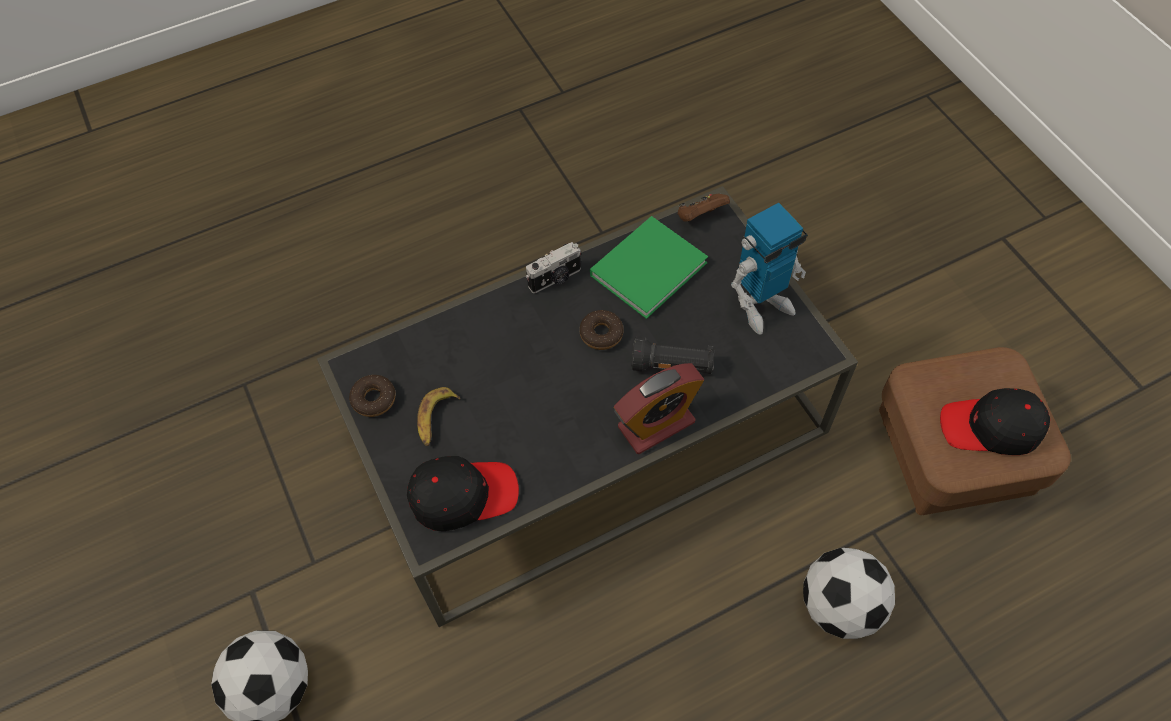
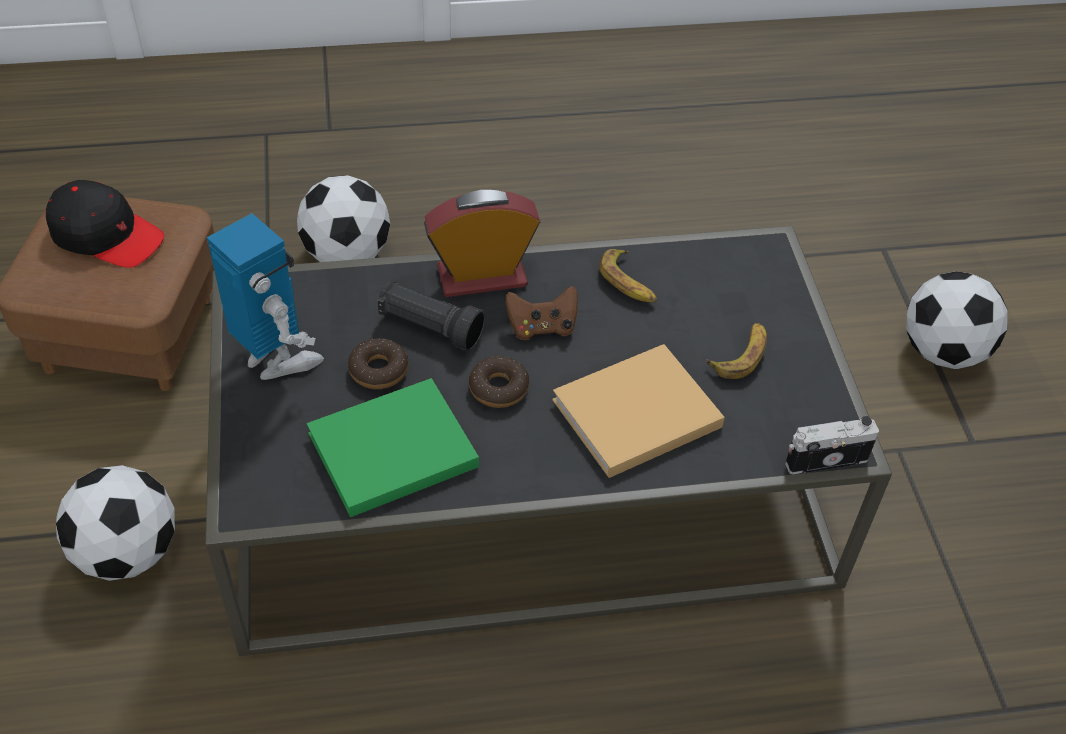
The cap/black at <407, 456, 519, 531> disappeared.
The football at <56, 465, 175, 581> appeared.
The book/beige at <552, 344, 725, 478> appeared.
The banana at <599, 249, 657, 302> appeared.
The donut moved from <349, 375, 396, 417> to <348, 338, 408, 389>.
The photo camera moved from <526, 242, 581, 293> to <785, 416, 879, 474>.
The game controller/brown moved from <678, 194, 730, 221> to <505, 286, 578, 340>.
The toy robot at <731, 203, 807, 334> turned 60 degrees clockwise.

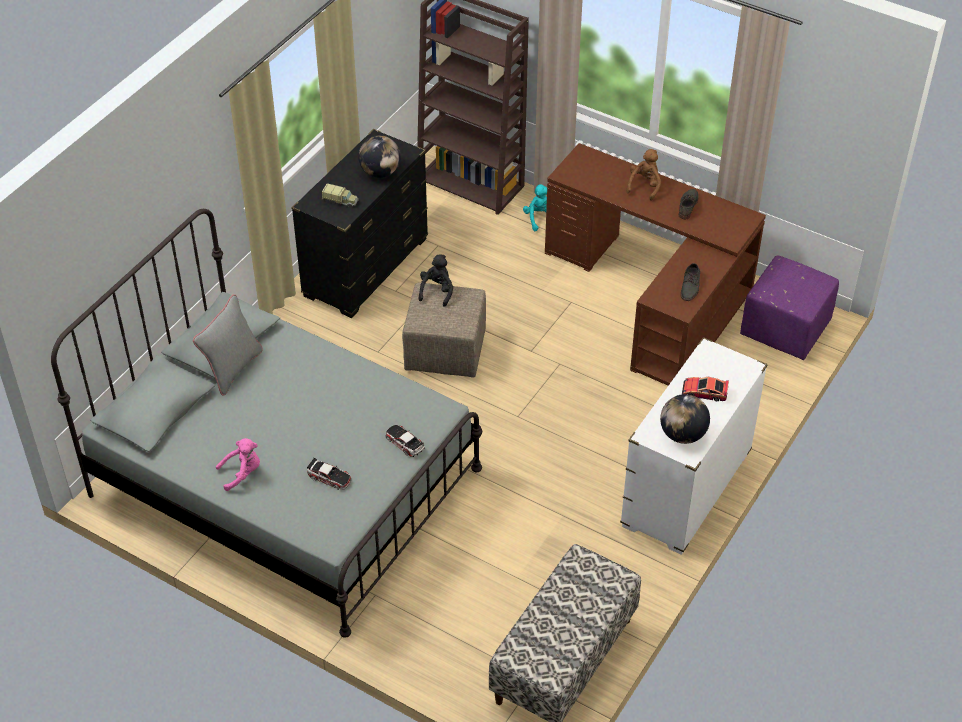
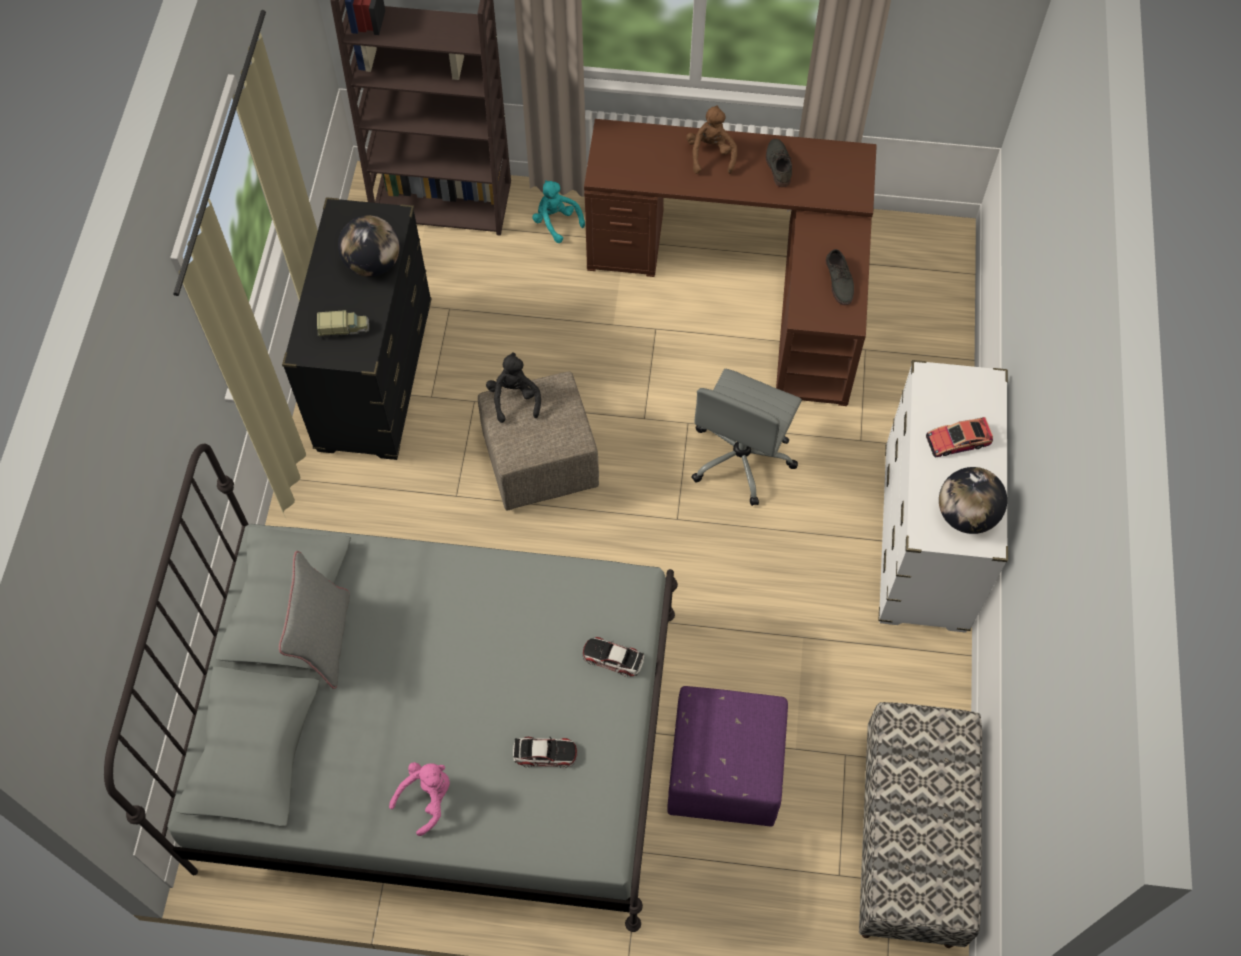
The office chair/grey at <691, 369, 802, 506> appeared.
The ottoman/purple moved from <740, 255, 839, 360> to <667, 686, 788, 827>.

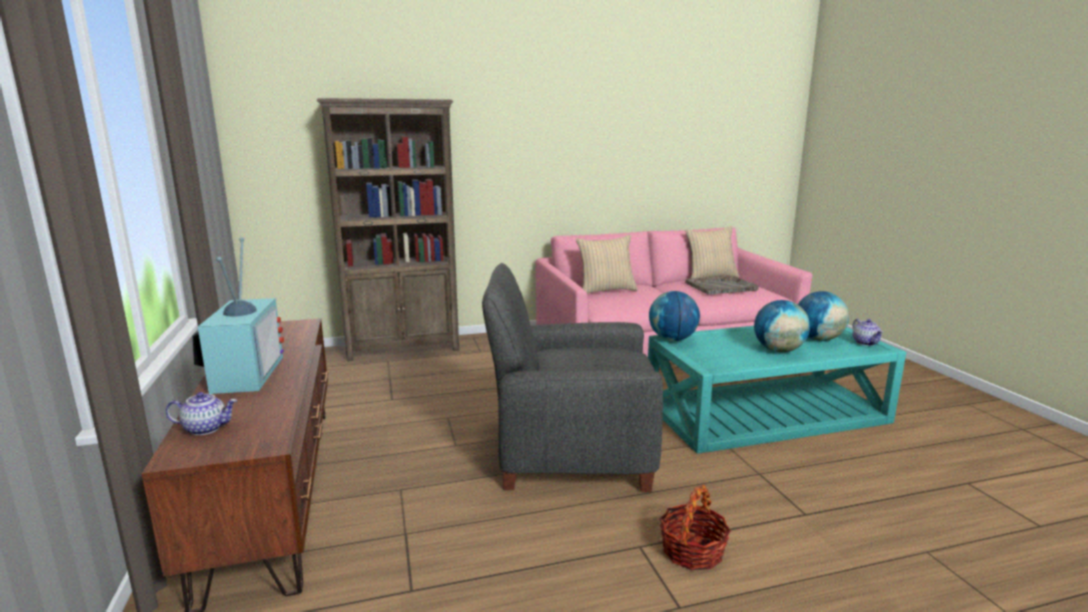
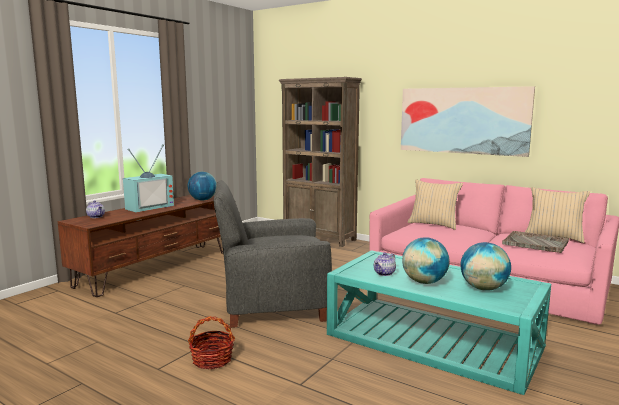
The picture at <401, 86, 535, 157> appeared.
The globe moved from <649, 291, 700, 341> to <188, 172, 217, 201>.
The teapot moved from <853, 319, 883, 346> to <374, 253, 396, 276>.
The armchair/grey at <482, 263, 663, 492> turned 60 degrees counterclockwise.

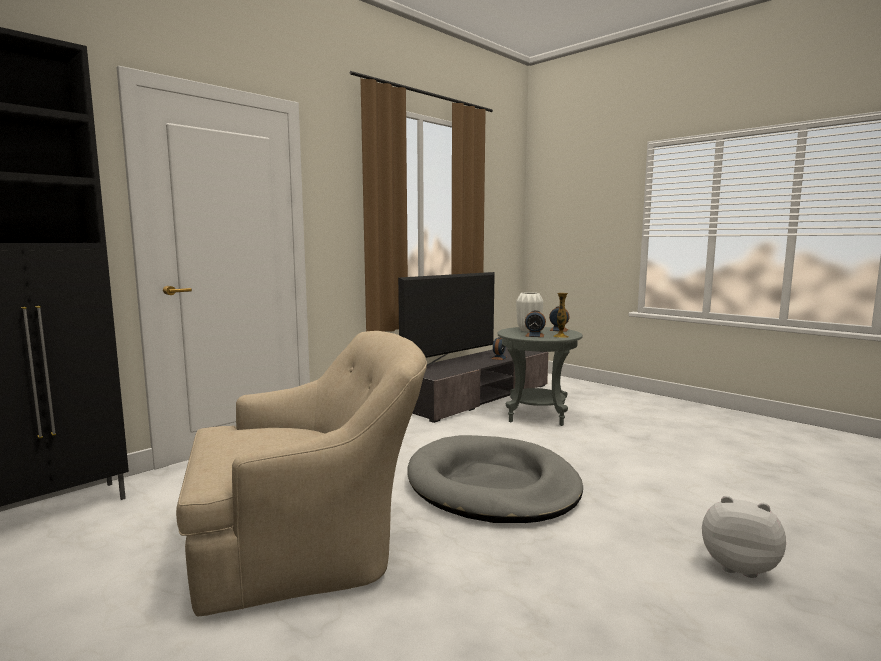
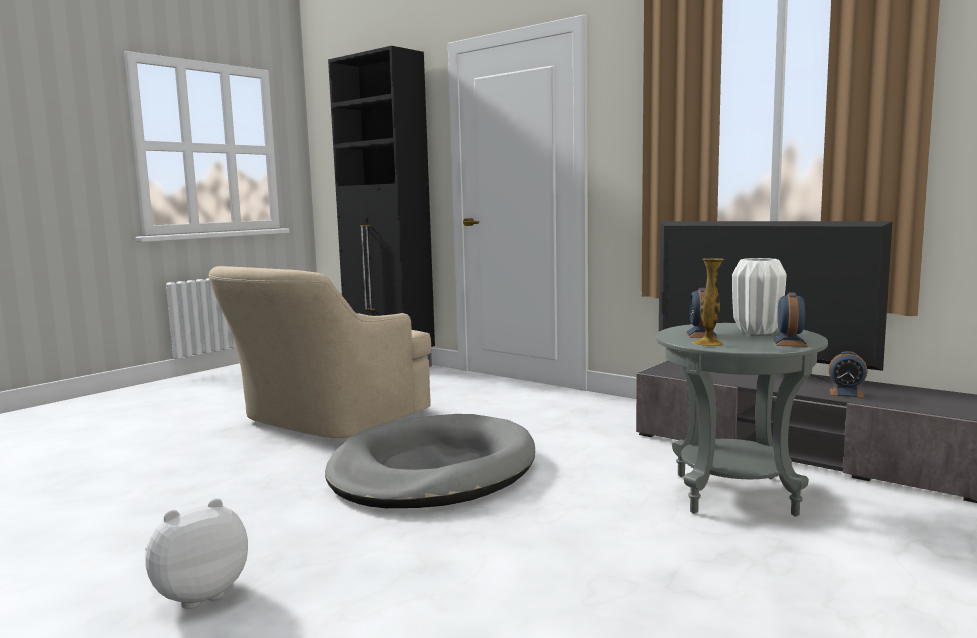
The armchair/beige at <176, 331, 427, 616> turned 60 degrees clockwise.
The plush toy at <702, 496, 786, 578> turned 150 degrees counterclockwise.

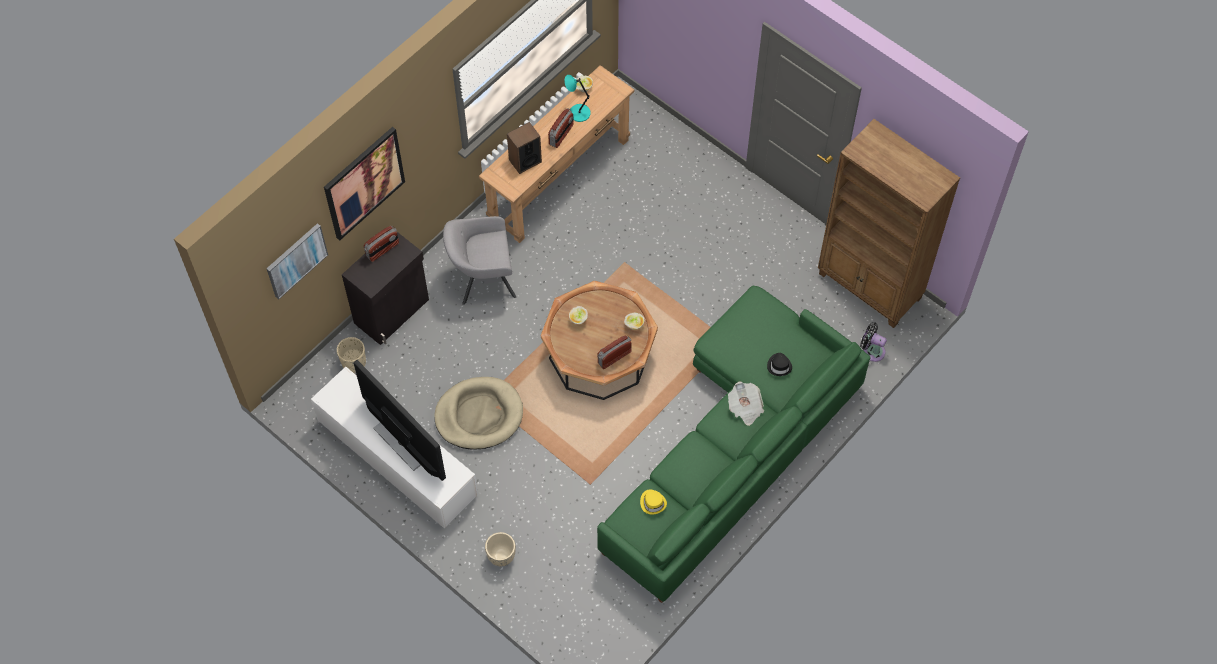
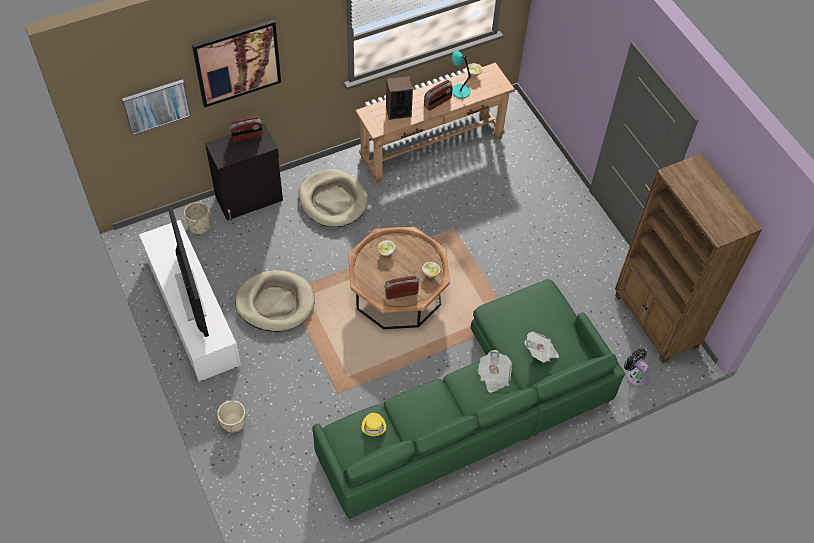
The armchair/grey at <443, 216, 517, 305> was replaced by the dog bed/beige at <299, 169, 368, 227>.
The hat/black at <767, 353, 792, 376> was replaced by the newspaper at <524, 331, 559, 363>.

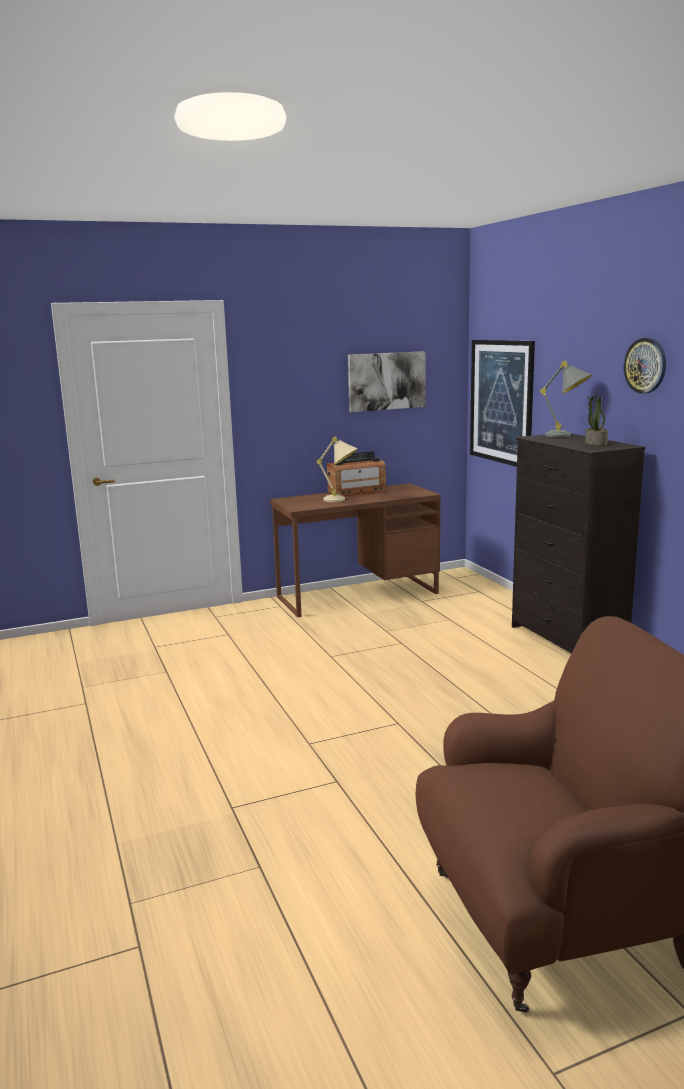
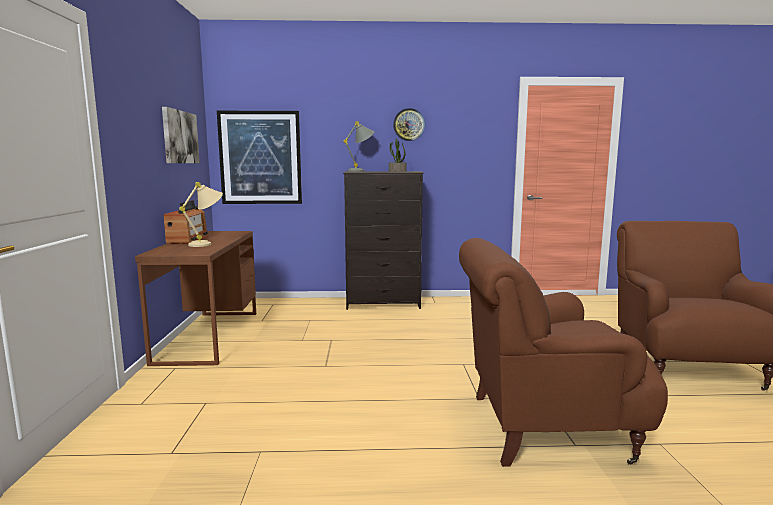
The armchair/brown at <459, 238, 668, 467> appeared.

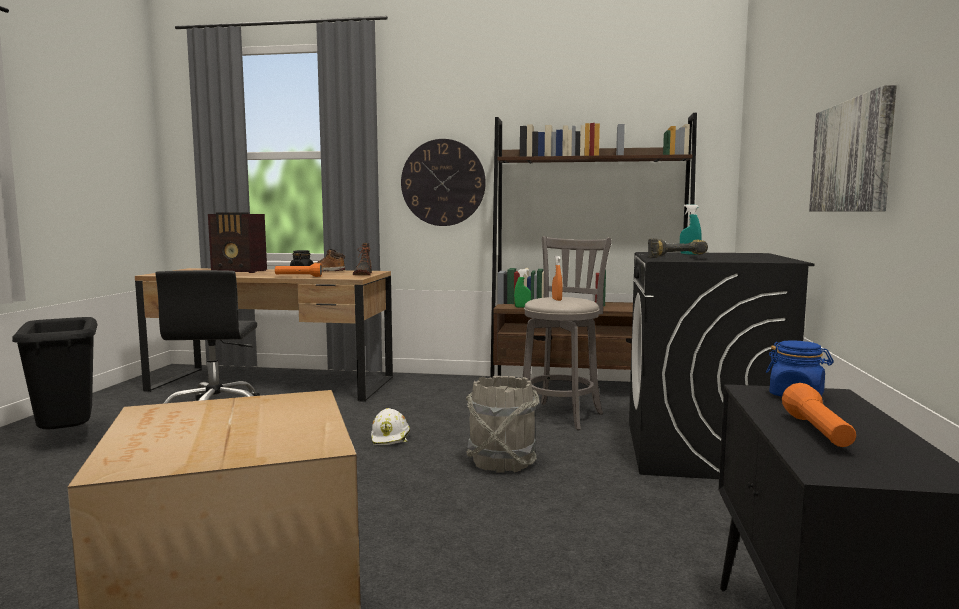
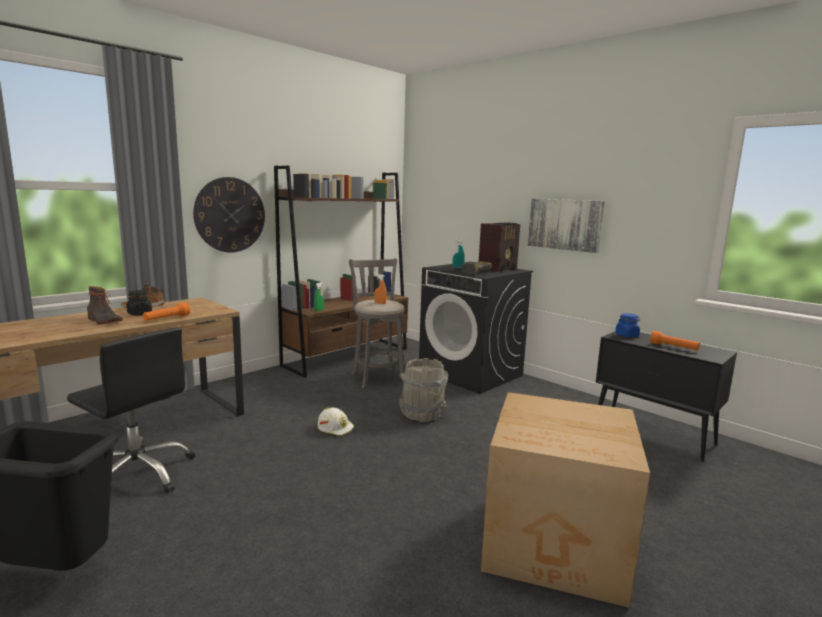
The radio moved from <208, 212, 267, 273> to <479, 222, 520, 272>.
The boot moved from <353, 243, 372, 275> to <87, 286, 123, 324>.

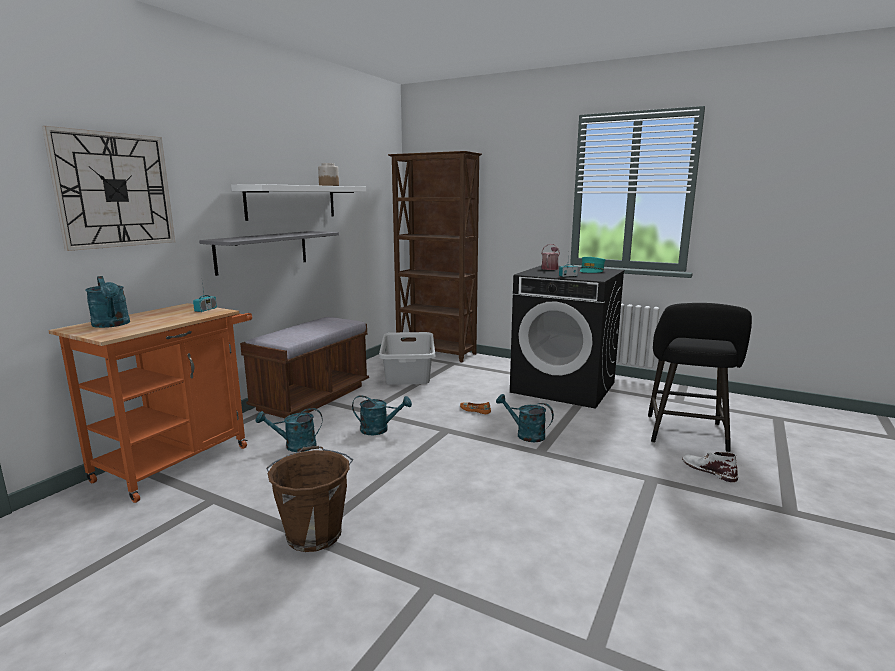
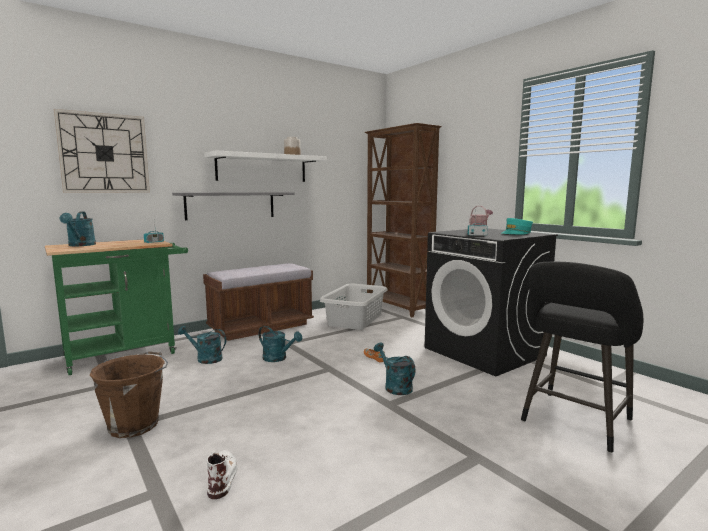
The boot/white moved from <682, 452, 738, 482> to <206, 450, 238, 499>.
The cart/orange at <48, 303, 252, 503> became the cart/green at <45, 239, 188, 375>.

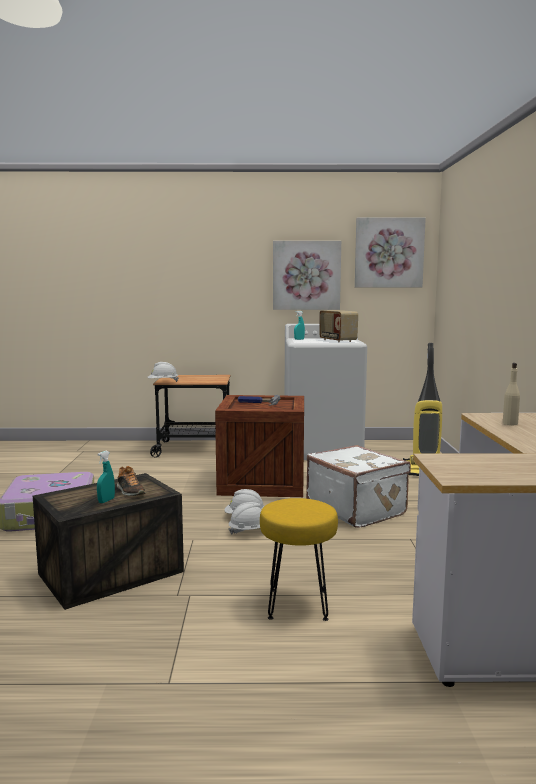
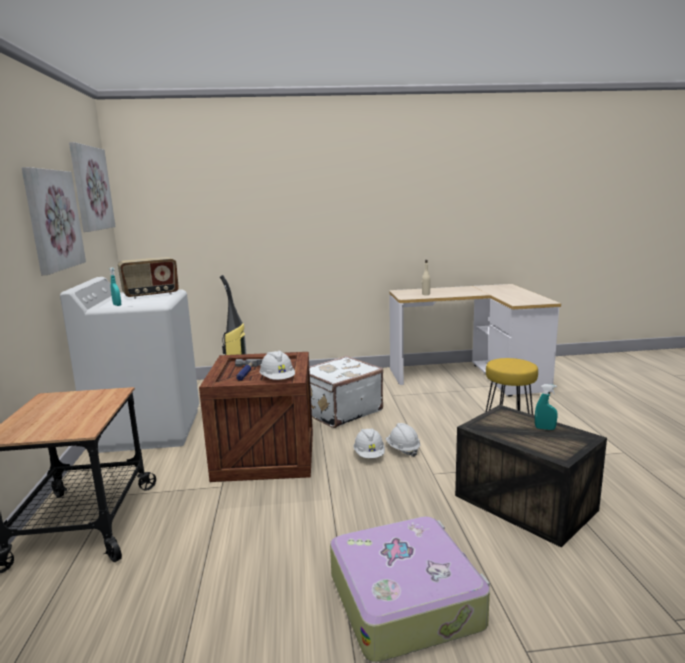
The shoe at <117, 466, 146, 496> disappeared.
The hard hat/white moved from <147, 362, 179, 382> to <260, 350, 295, 380>.

